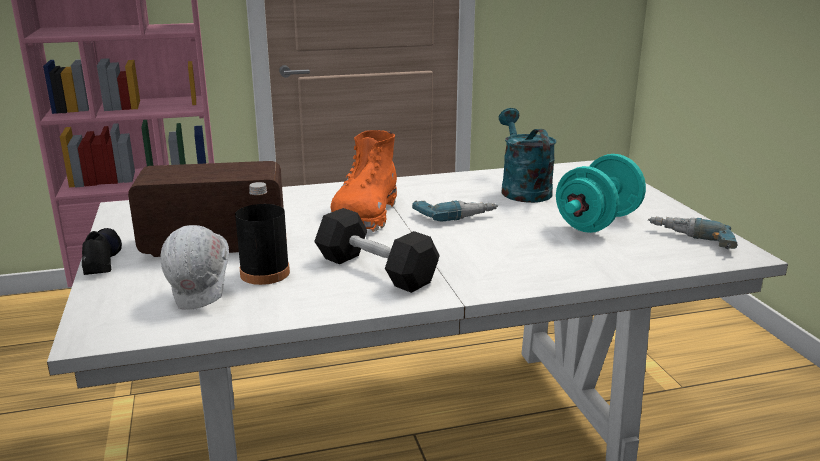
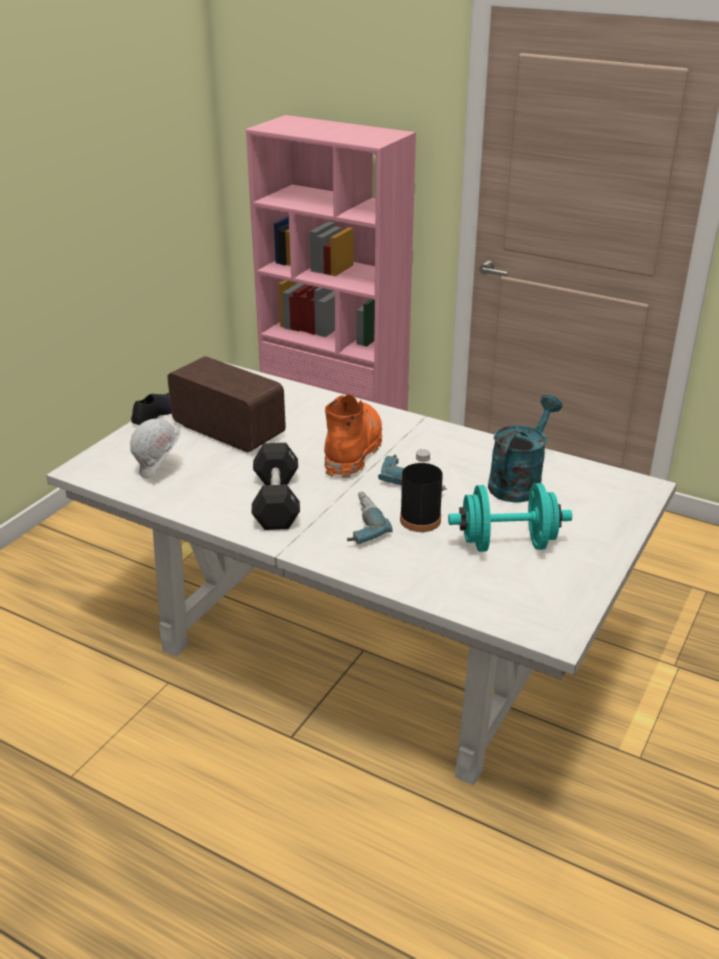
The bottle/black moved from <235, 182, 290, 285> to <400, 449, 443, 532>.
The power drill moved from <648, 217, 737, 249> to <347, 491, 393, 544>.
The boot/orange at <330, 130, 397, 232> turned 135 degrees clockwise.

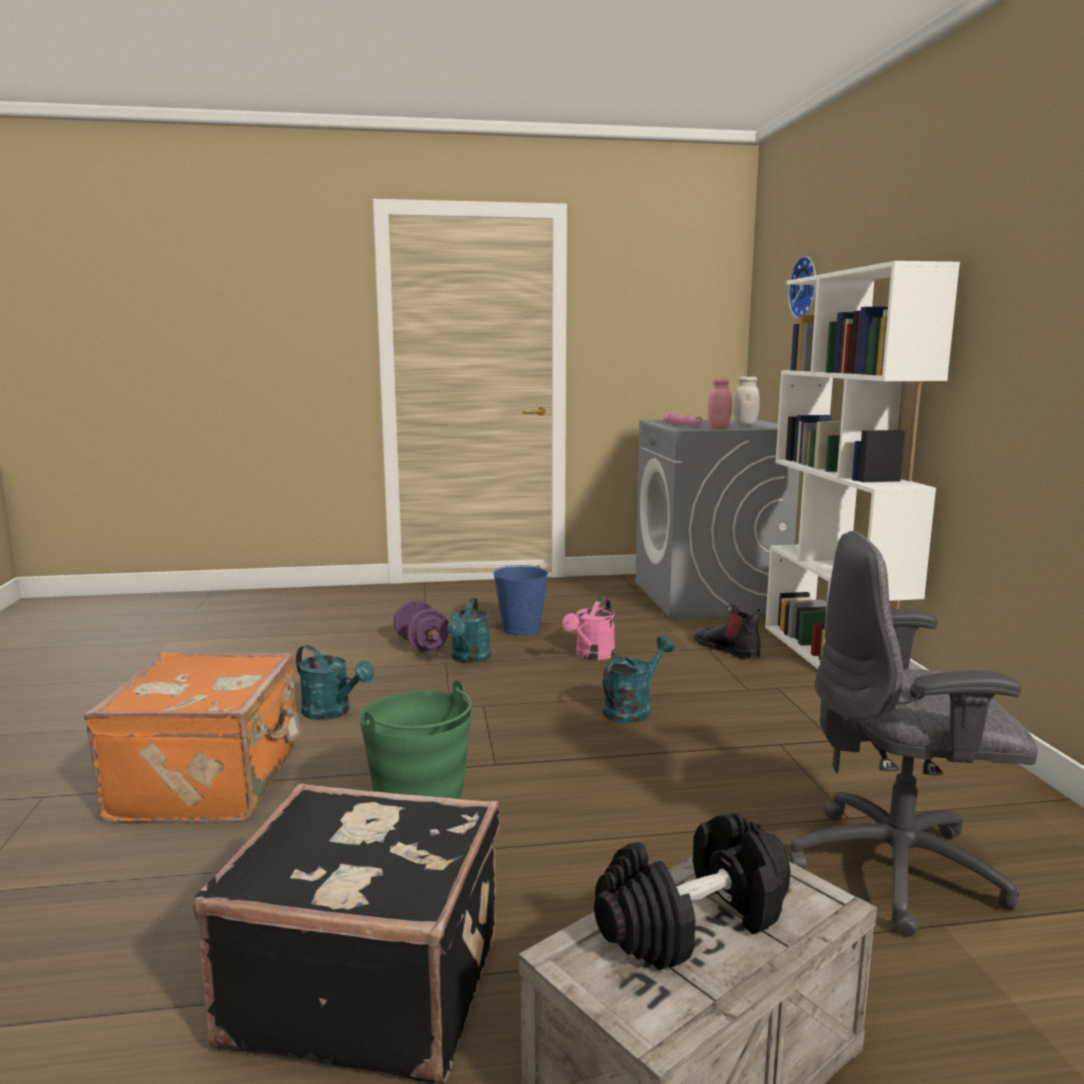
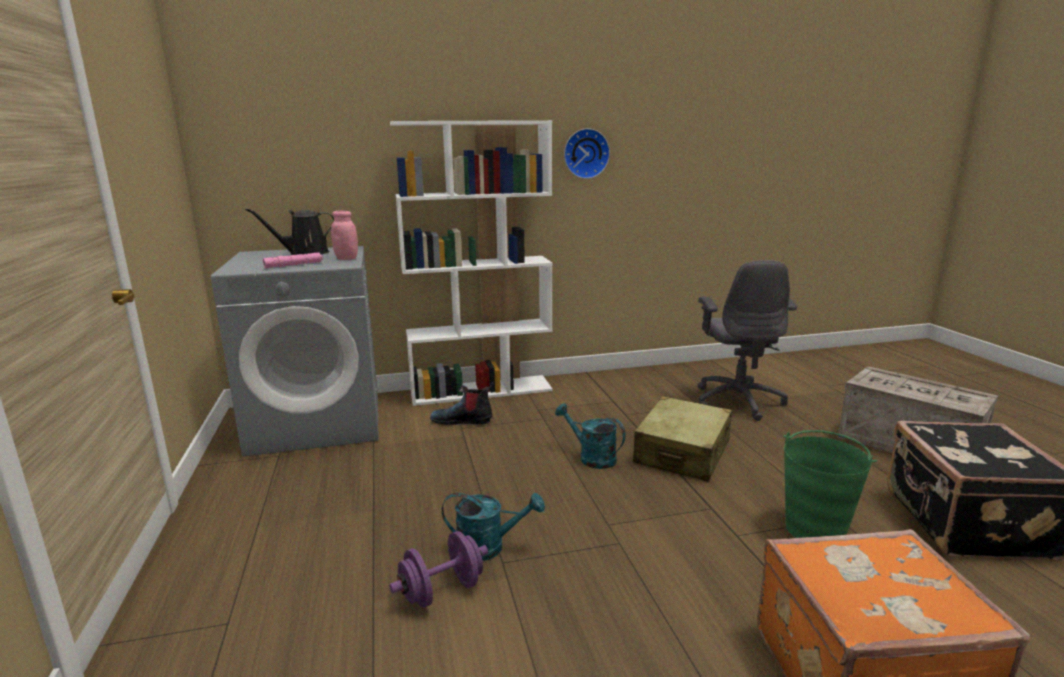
The watering can/turquoise at <296, 645, 374, 720> disappeared.
The bucket/blue at <493, 565, 548, 635> disappeared.
The watering can/pink at <562, 596, 615, 660> disappeared.
The dumbbell/black at <594, 813, 790, 970> disappeared.
The suitcase/beige at <633, 396, 732, 482> appeared.
The wall clock moved from <788, 256, 816, 319> to <564, 128, 610, 179>.
The jar/white at <733, 376, 759, 425> was replaced by the watering can/black at <245, 208, 334, 255>.
The boot at <694, 604, 764, 659> turned 45 degrees clockwise.

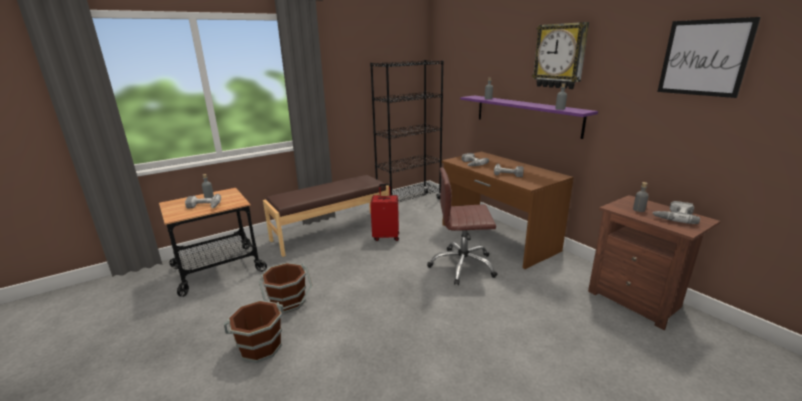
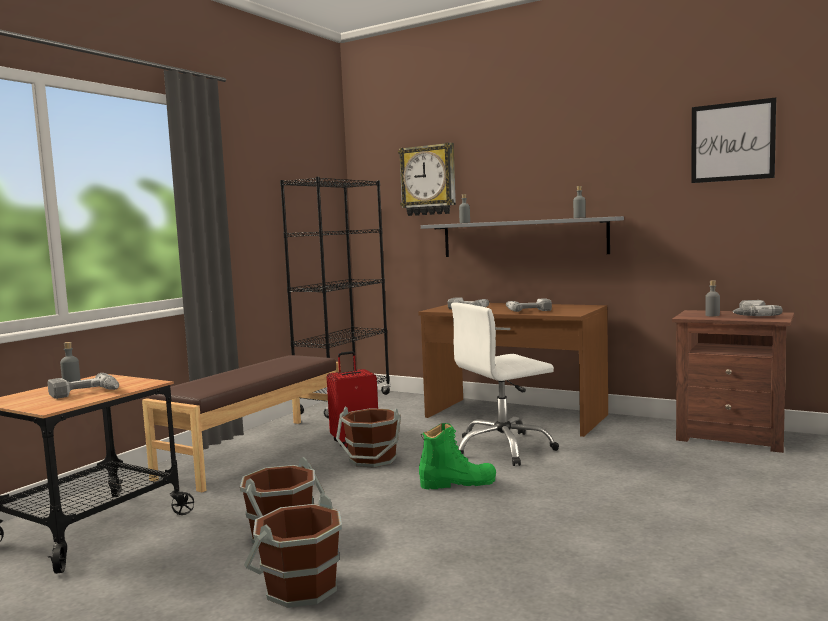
The bucket/brown at <336, 407, 401, 468> appeared.
The boot/green at <419, 423, 496, 489> appeared.
The wall clock moved from <532, 22, 589, 89> to <398, 143, 456, 216>.
The office chair/brown at <427, 167, 498, 285> became the office chair/white at <451, 303, 559, 466>.
The shelf/purple at <460, 95, 598, 139> became the shelf/grey at <421, 216, 624, 257>.

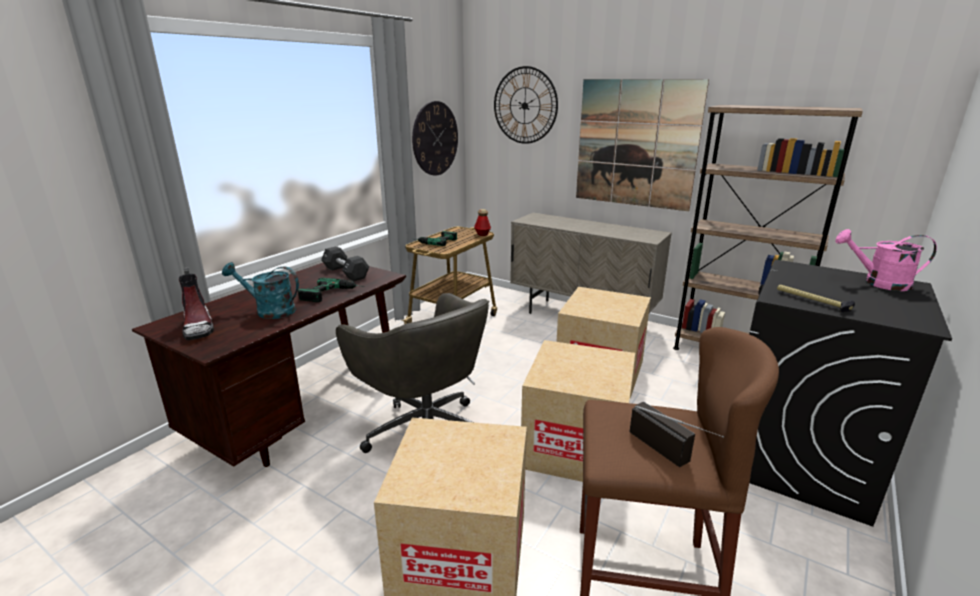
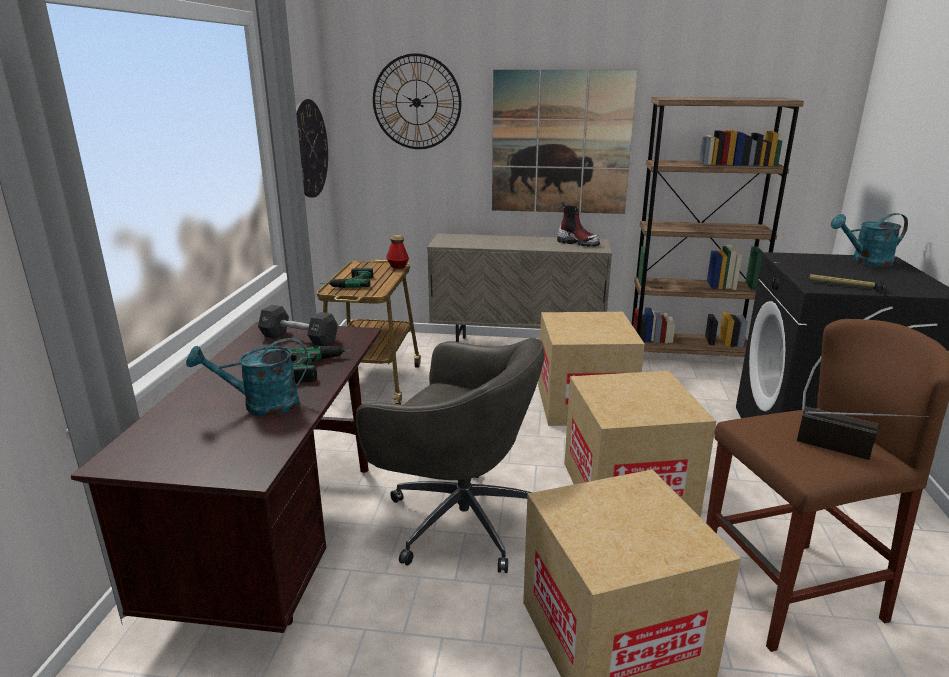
The boot moved from <179, 268, 214, 340> to <557, 201, 600, 247>.
The watering can/pink at <835, 229, 937, 291> became the watering can/turquoise at <831, 213, 908, 267>.

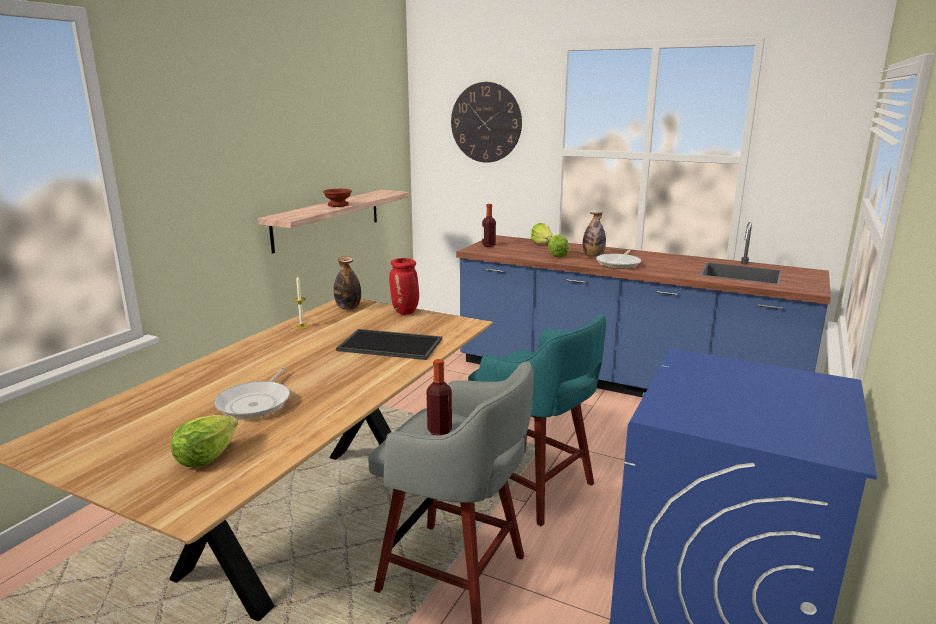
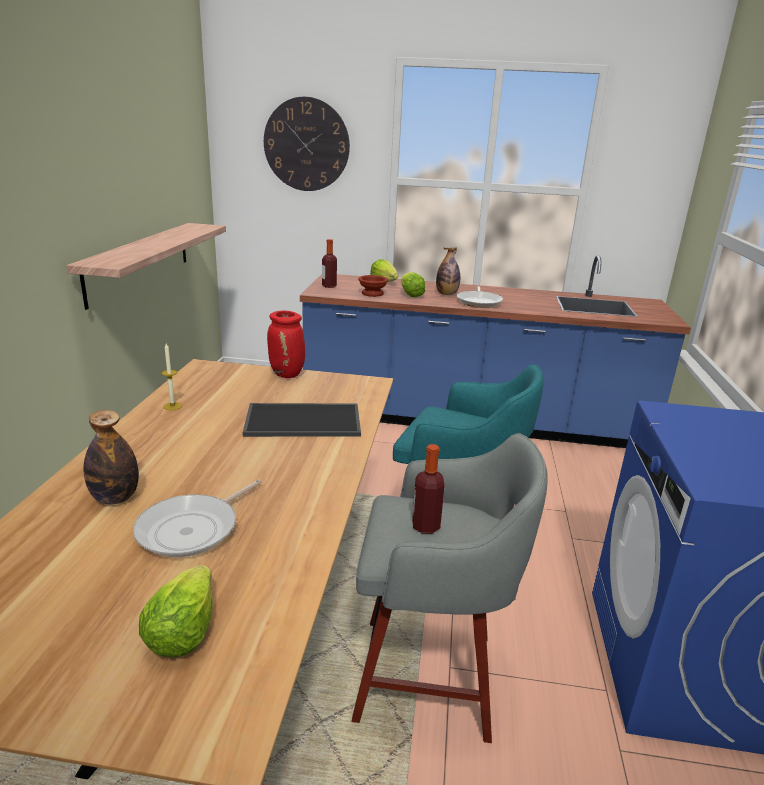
The bowl/brown moved from <323, 189, 352, 207> to <358, 275, 388, 297>.
The bottle moved from <334, 256, 361, 310> to <84, 410, 139, 505>.
The frying pan at <214, 367, 290, 419> turned 45 degrees clockwise.

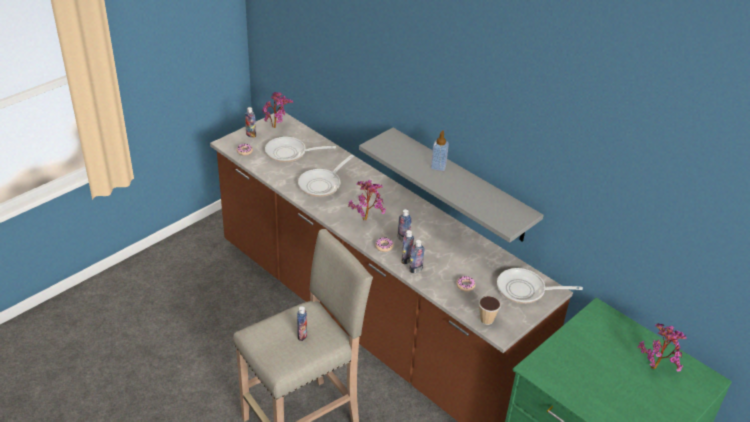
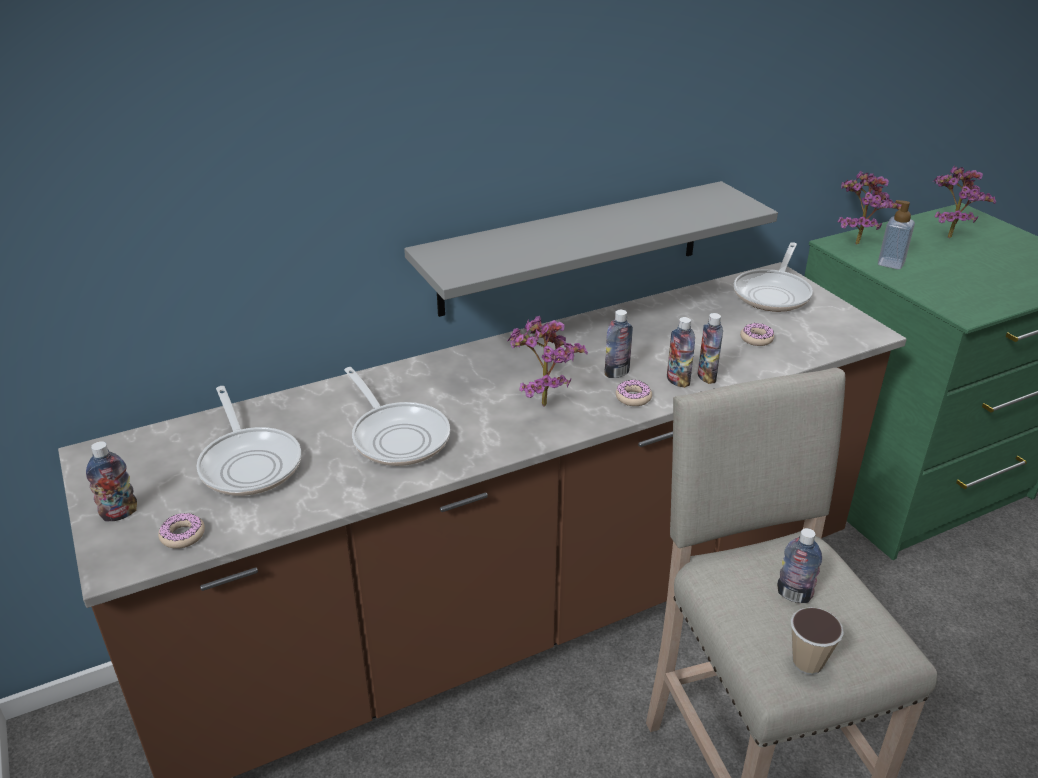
The potted plant moved from <262, 92, 293, 128> to <838, 171, 902, 245>.
The soap dispenser moved from <431, 130, 449, 171> to <878, 200, 915, 269>.
The cup moved from <479, 296, 501, 325> to <791, 607, 844, 675>.
The frying pan at <265, 137, 336, 162> turned 45 degrees counterclockwise.

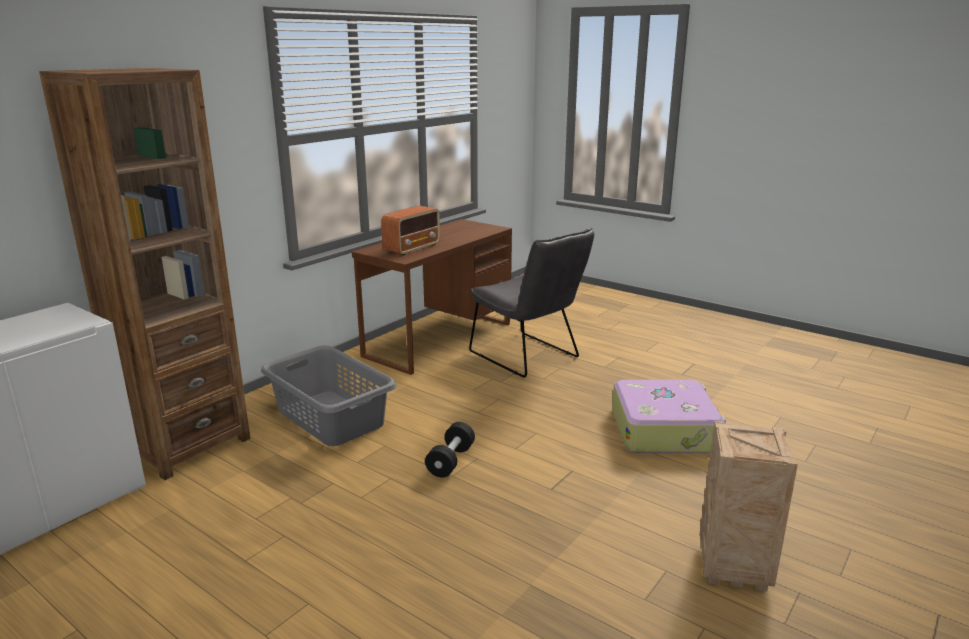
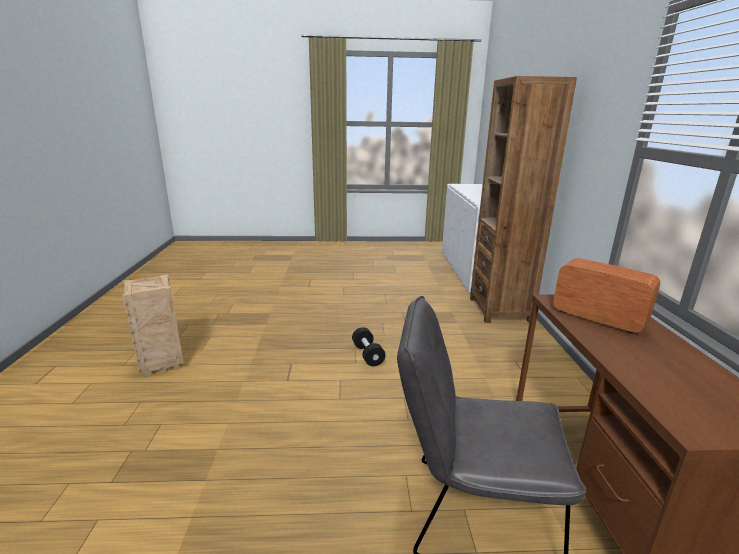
The laundry basket/grey at <261, 346, 396, 446> disappeared.
The suitcase at <612, 380, 726, 453> disappeared.
The radio at <381, 206, 440, 256> turned 135 degrees clockwise.

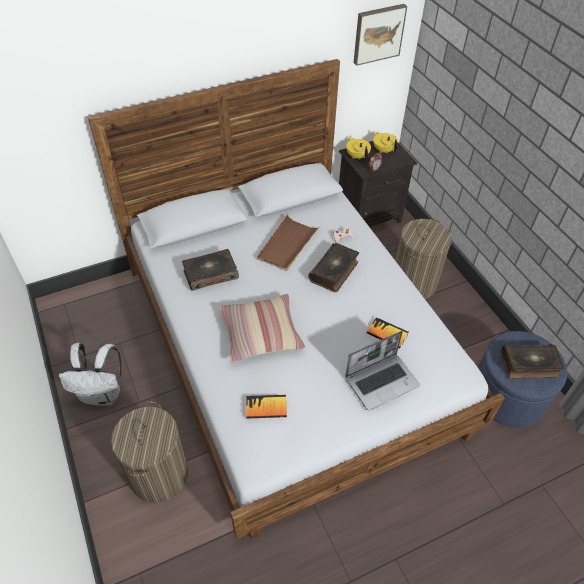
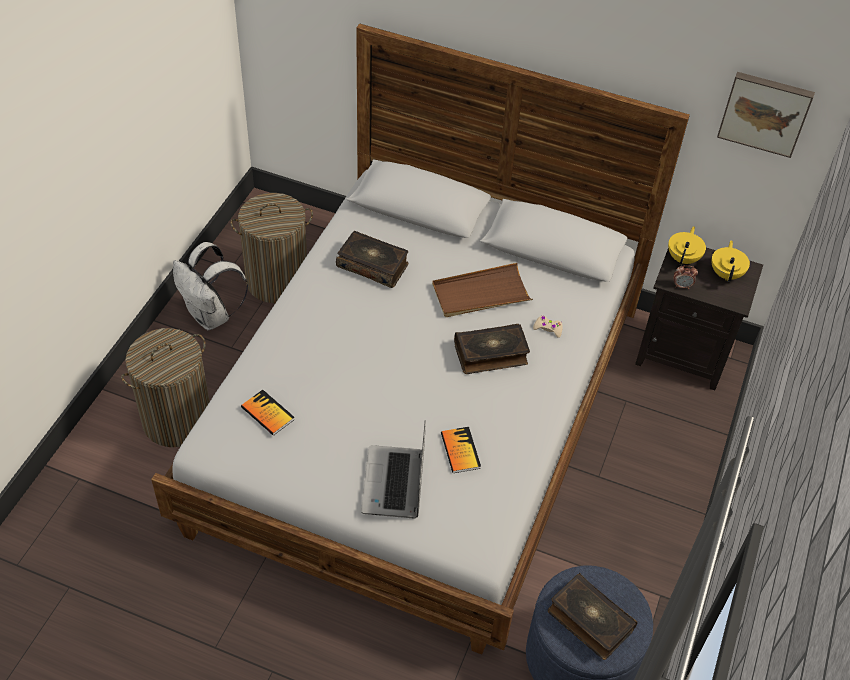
The pillow at <220, 294, 305, 363> disappeared.
The laundry basket moved from <395, 219, 452, 299> to <230, 193, 313, 303>.
The laptop at <345, 331, 420, 411> turned 75 degrees clockwise.

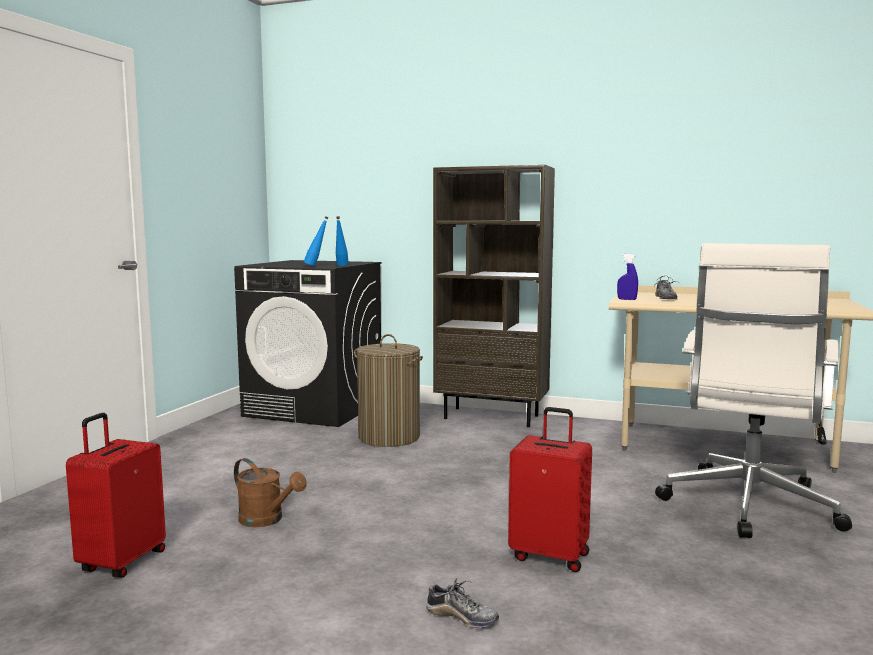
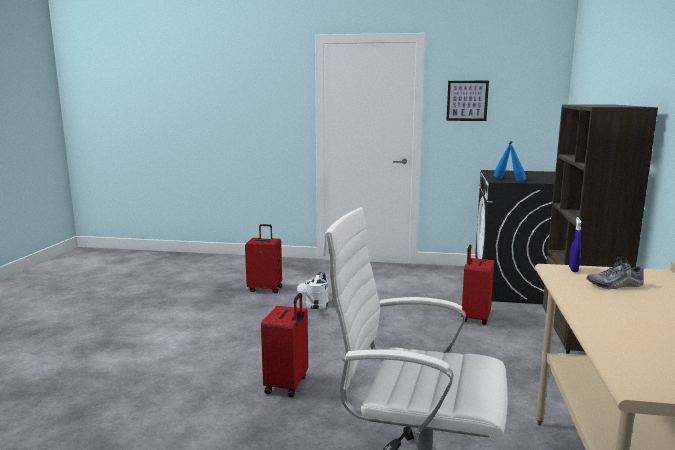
The shoe at <426, 578, 499, 628> disappeared.
The picture at <446, 81, 489, 121> appeared.
The laundry basket at <354, 334, 423, 447> was replaced by the suitcase/red at <461, 245, 494, 325>.
The watering can/brown at <234, 458, 307, 527> became the watering can/white at <297, 272, 329, 309>.

